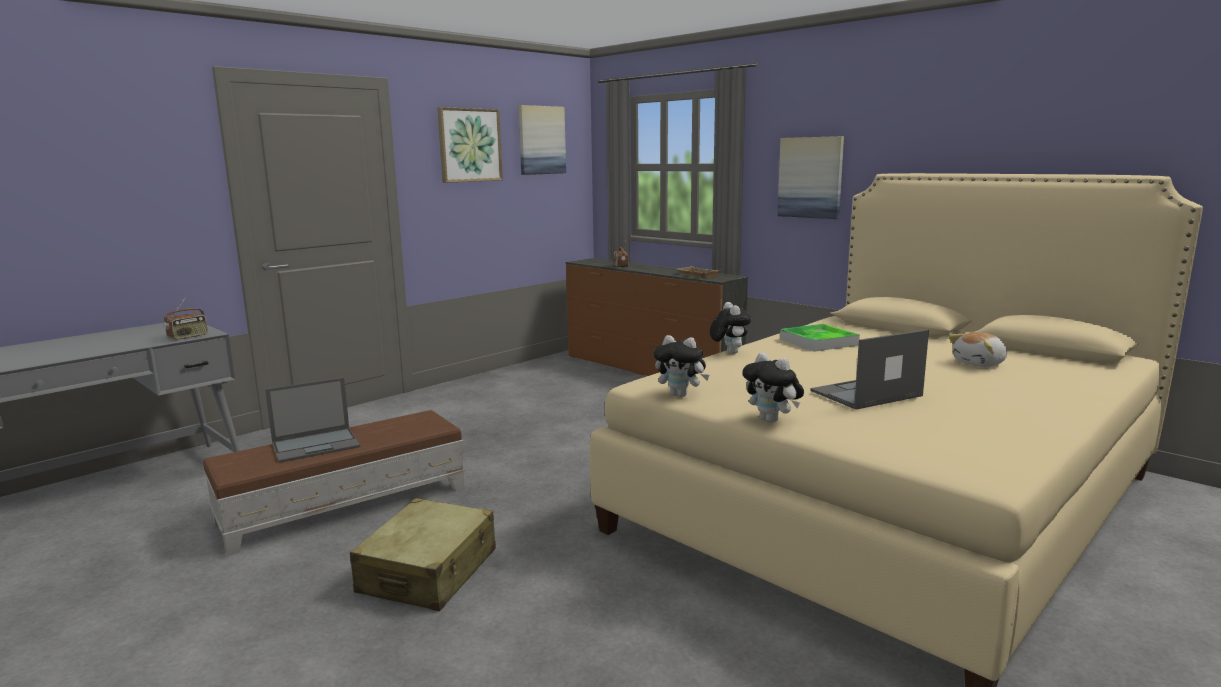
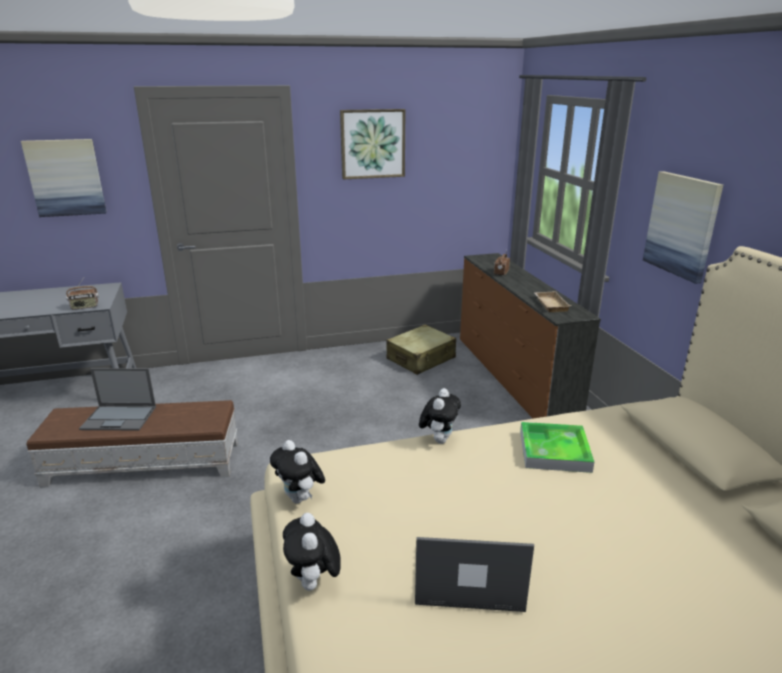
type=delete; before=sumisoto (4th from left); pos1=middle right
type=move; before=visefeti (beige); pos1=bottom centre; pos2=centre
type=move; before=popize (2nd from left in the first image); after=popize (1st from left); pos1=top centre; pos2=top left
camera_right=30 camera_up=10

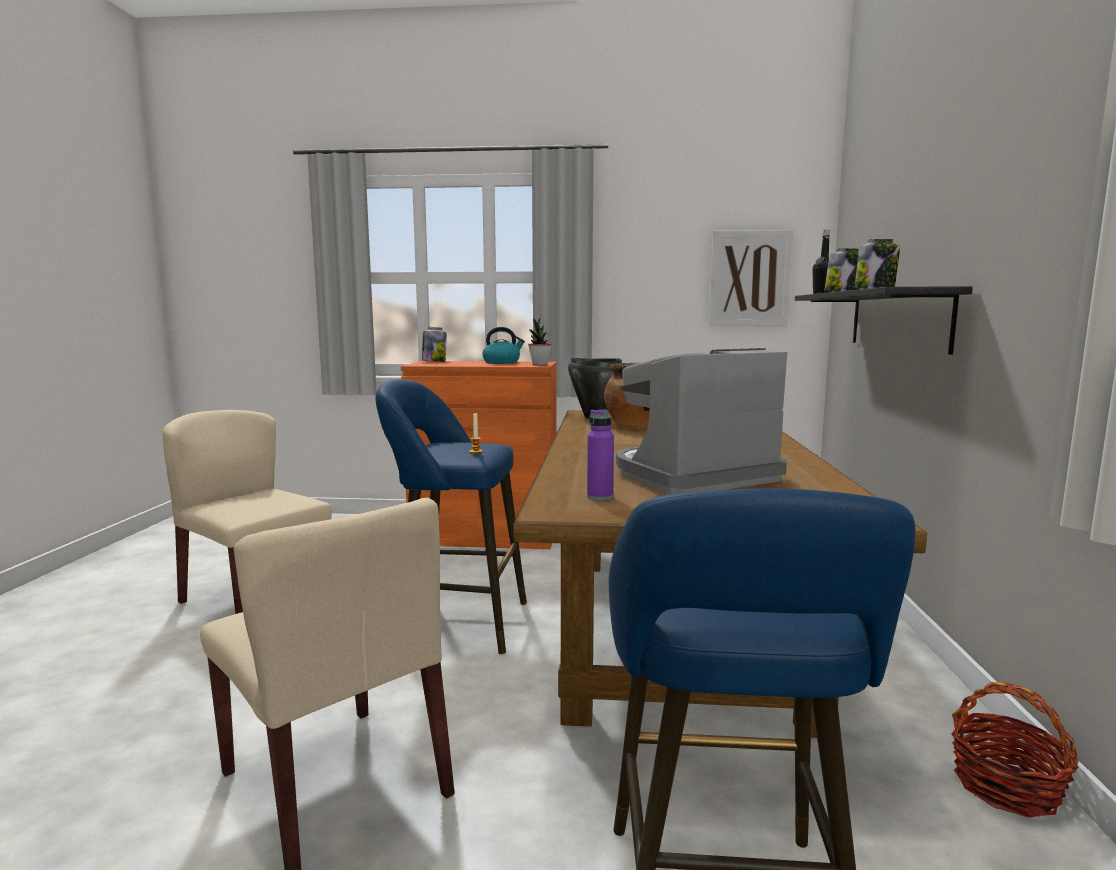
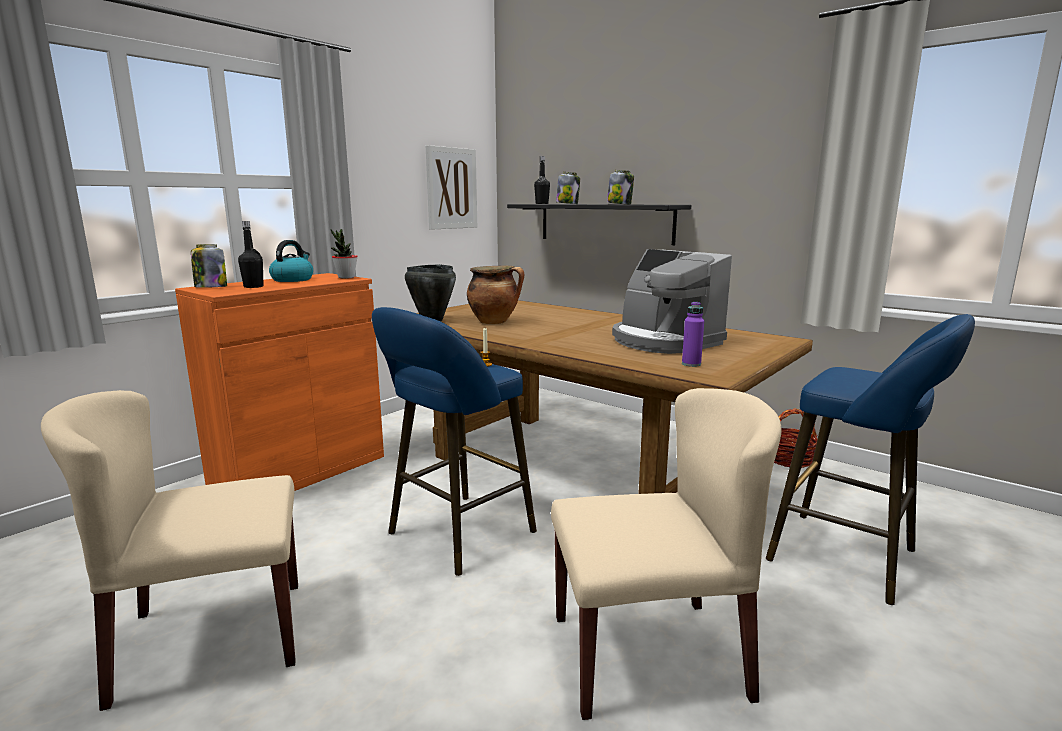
type=insert; after=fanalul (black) (1st from left); pos2=middle left
type=rotate; before=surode; pos1=centre; pos2=centre; turn=-45
camera_right=-55 camera_up=5

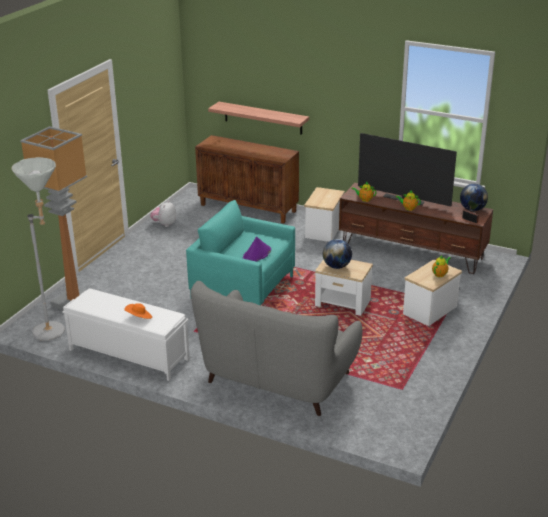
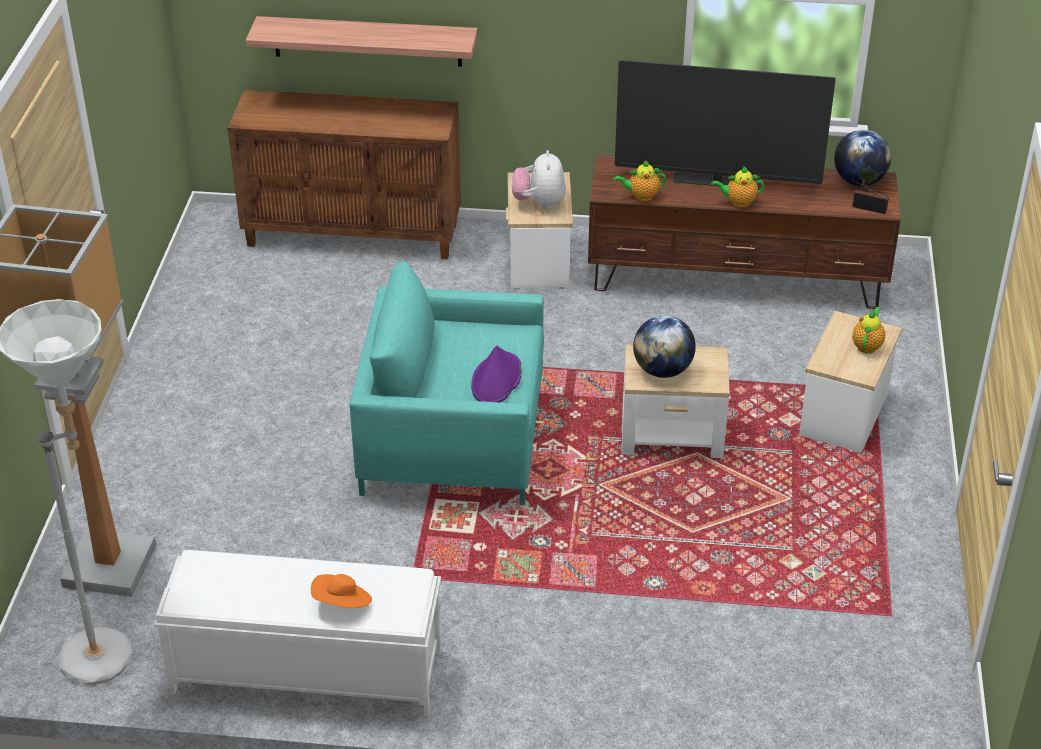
type=delete; before=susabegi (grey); pos1=bottom centre
type=move; before=sumisoto; pos1=middle left; pos2=top centre
camera_right=-20 camera_up=10

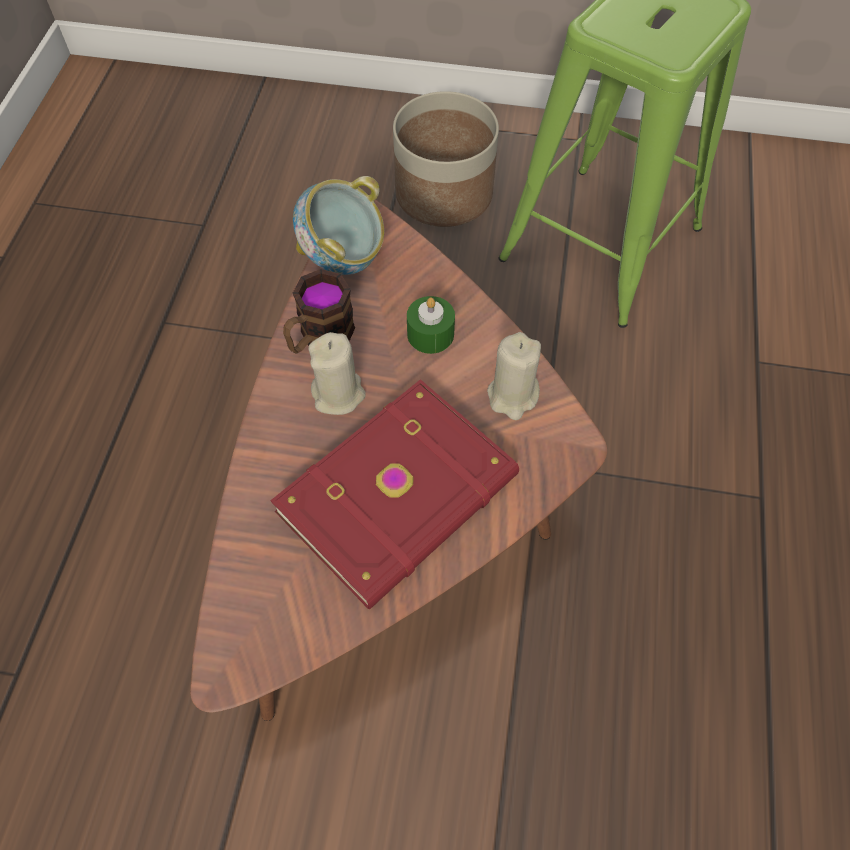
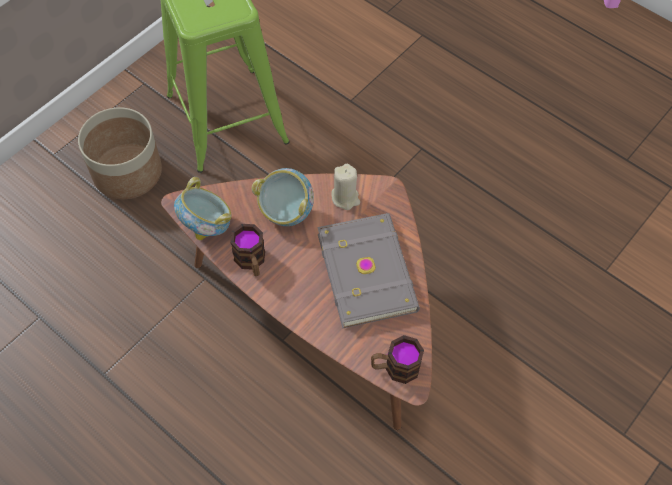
type=delete; before=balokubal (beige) (1st from left); pos1=centre
type=insert; after=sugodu (2nd from left); pos2=bottom centre
type=replace; before=balokubal (green); after=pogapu (2nd from left); pos1=centre; pos2=centre
type=recolor; before=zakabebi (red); after=zakabebi (grey); pos1=centre; pos2=centre
camera_right=-60 camera_up=0

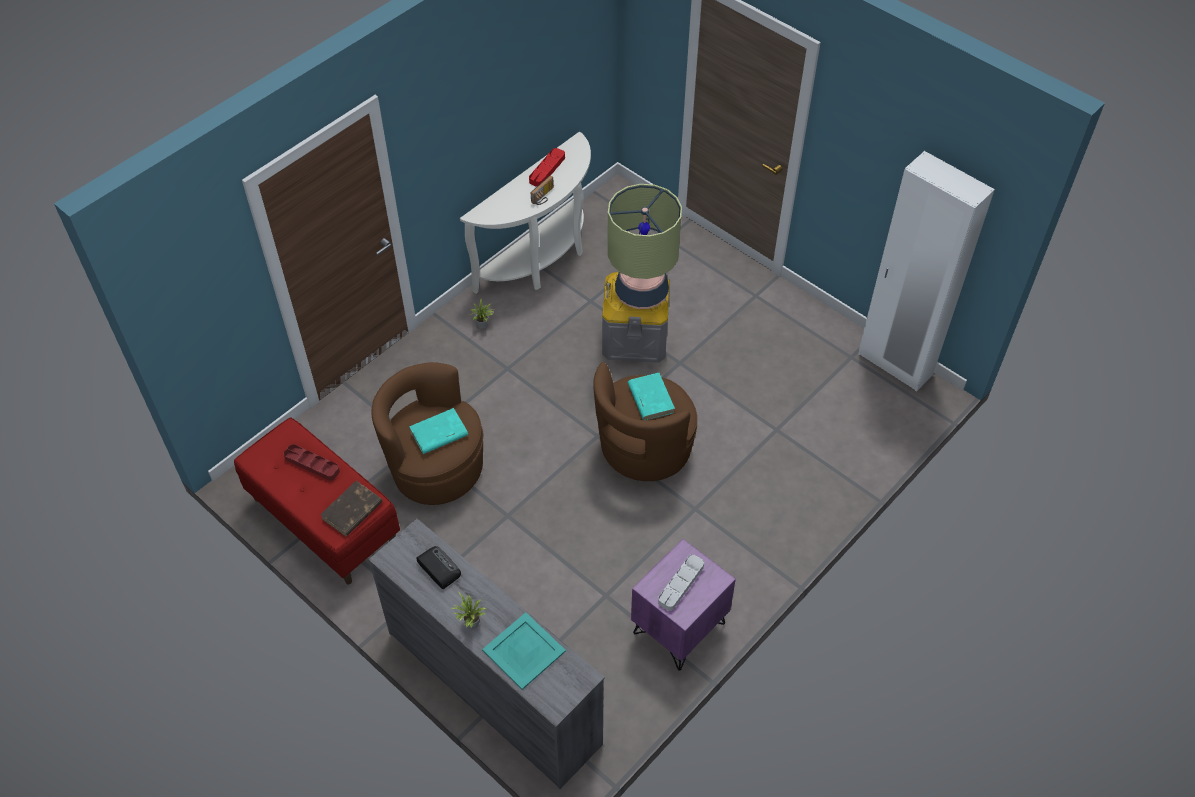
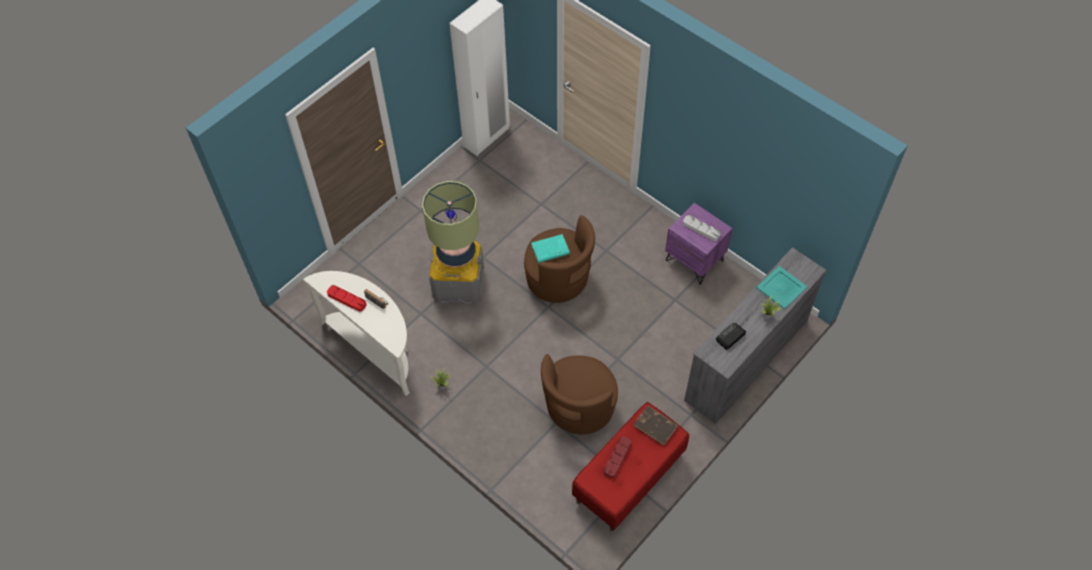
type=delete; before=zakabebi (turquoise) (1st from left); pos1=centre
camera_right=-90 camera_up=5

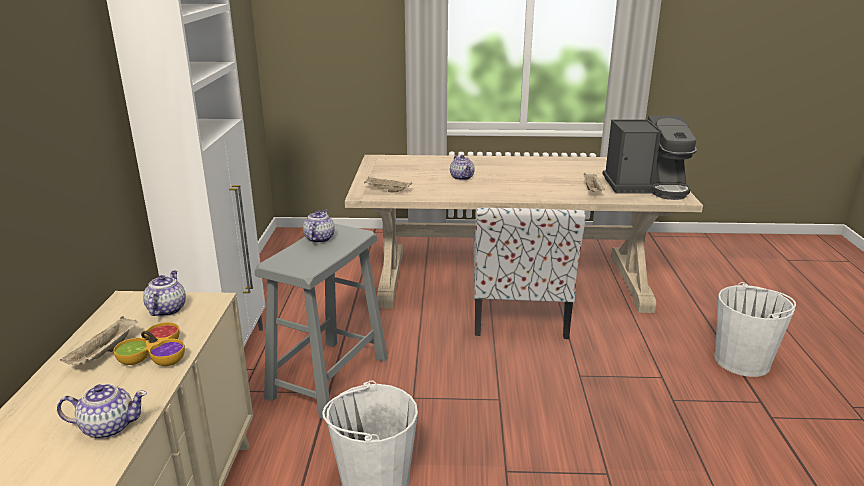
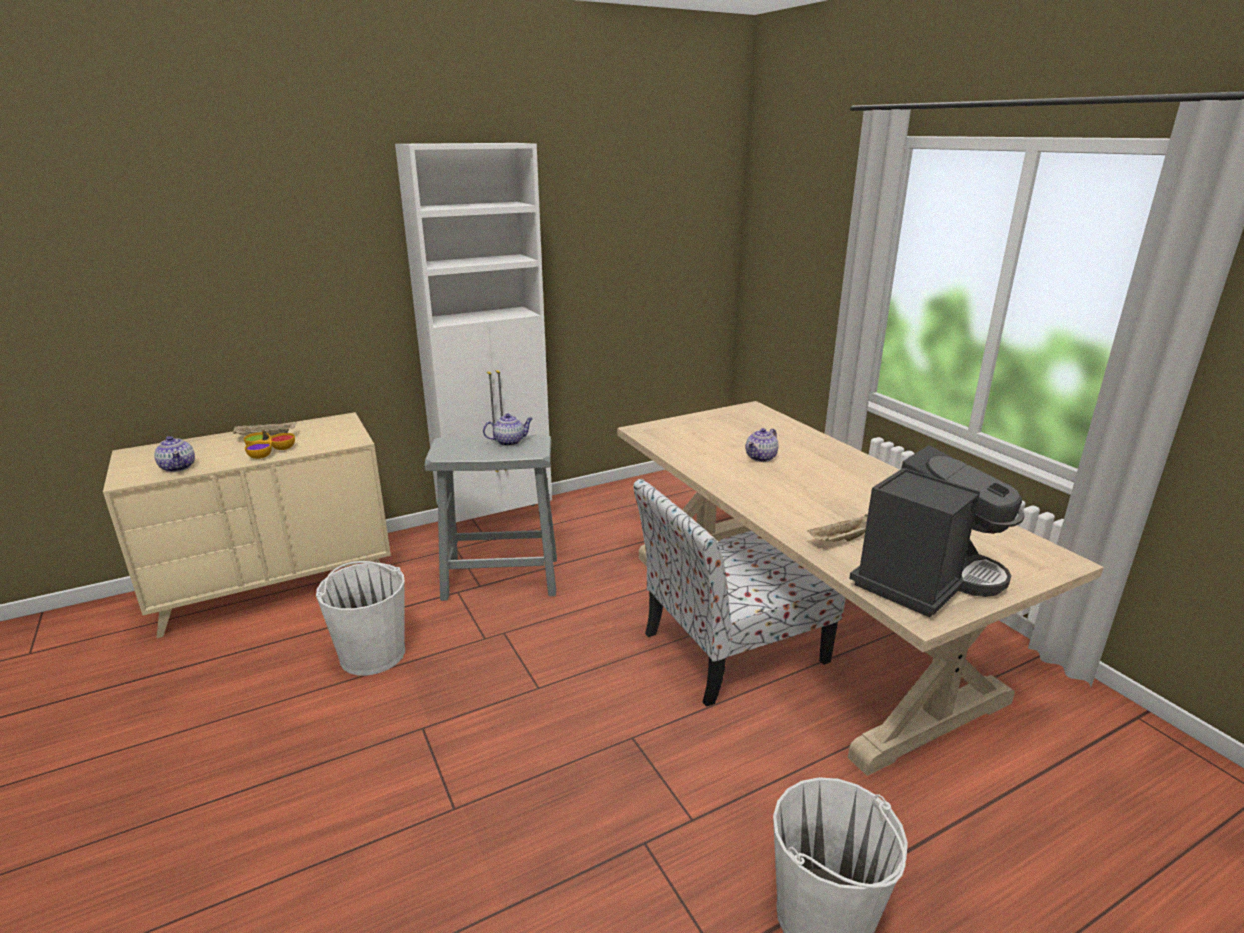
type=delete; before=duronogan (2nd from left); pos1=middle left
type=delete; before=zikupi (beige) (2nd from left); pos1=centre
type=rotate; before=surode; pos1=top right; pos2=middle right; turn=-105
camera_right=60 camera_up=0

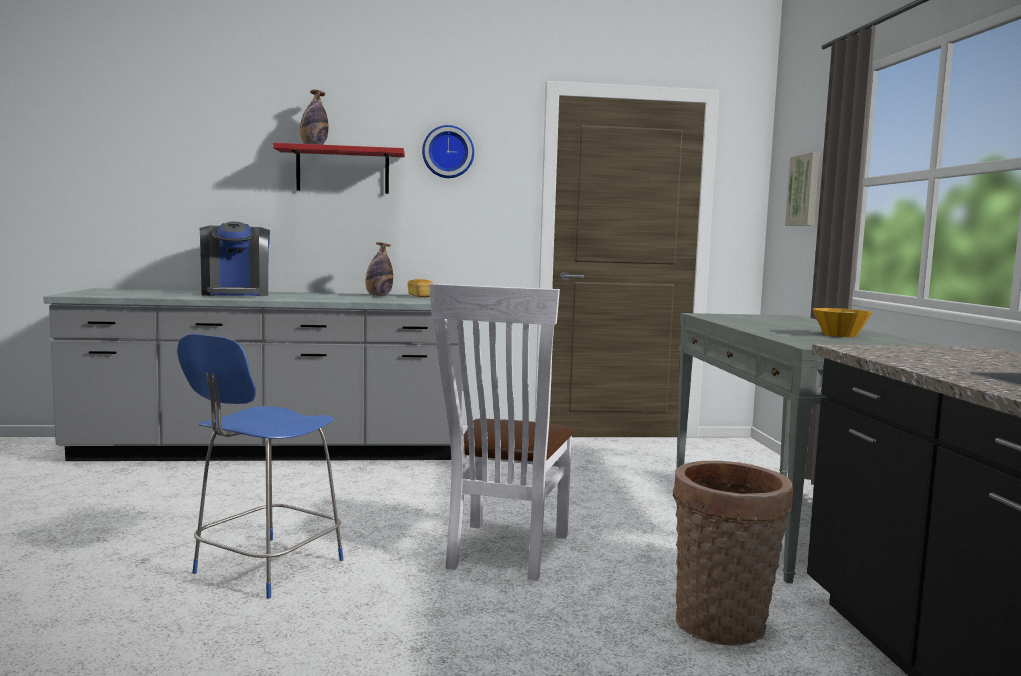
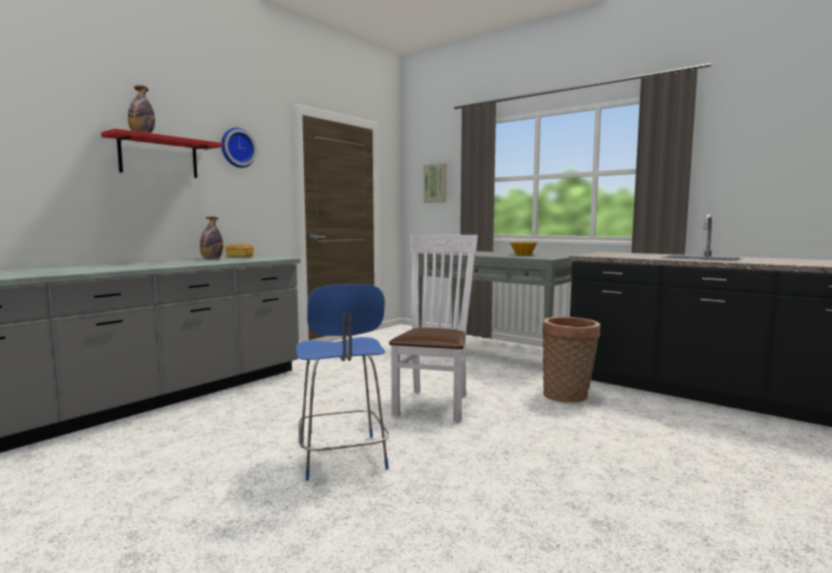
type=delete; before=surode; pos1=middle left
type=rotate; before=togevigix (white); pos1=centre; pos2=centre; turn=-135
camera_right=-45 camera_up=0

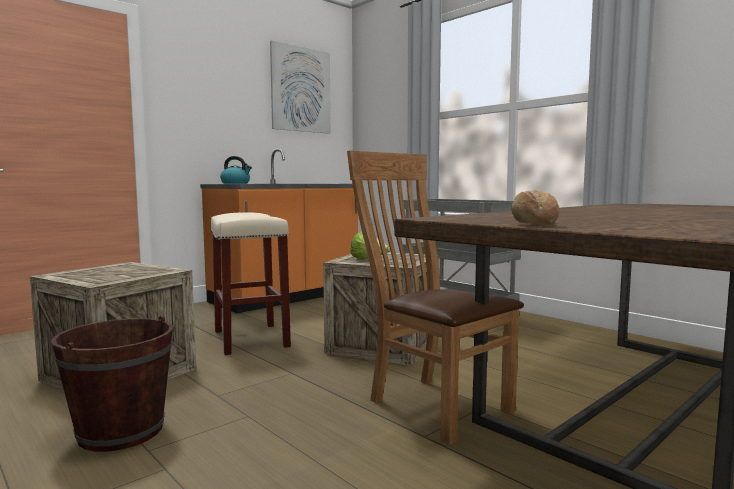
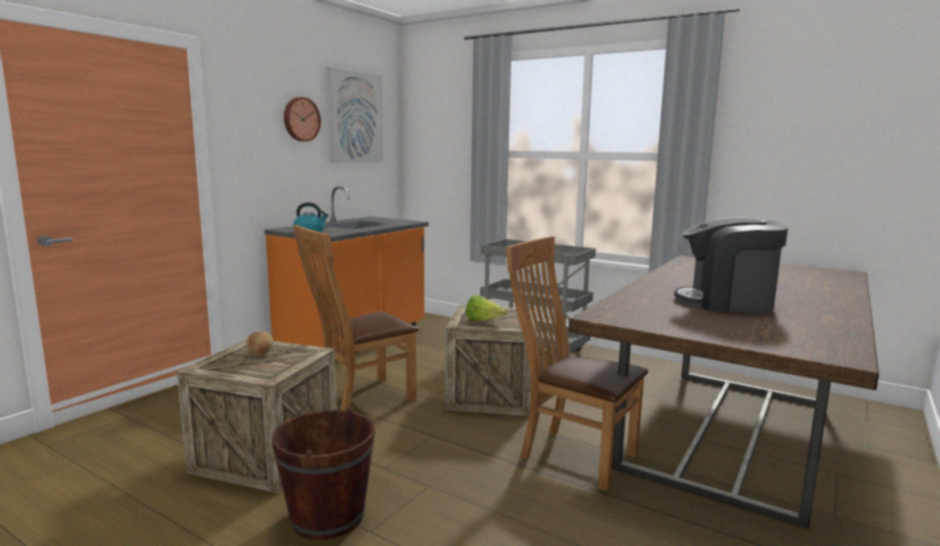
type=insert; after=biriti; pos2=top left
type=insert; after=surode; pos2=middle right
type=move; before=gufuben; pos1=middle right; pos2=middle left
type=replace; before=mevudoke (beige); after=togevigix (brown) (1st from left); pos1=centre; pos2=centre
camera_right=-15 camera_up=5

